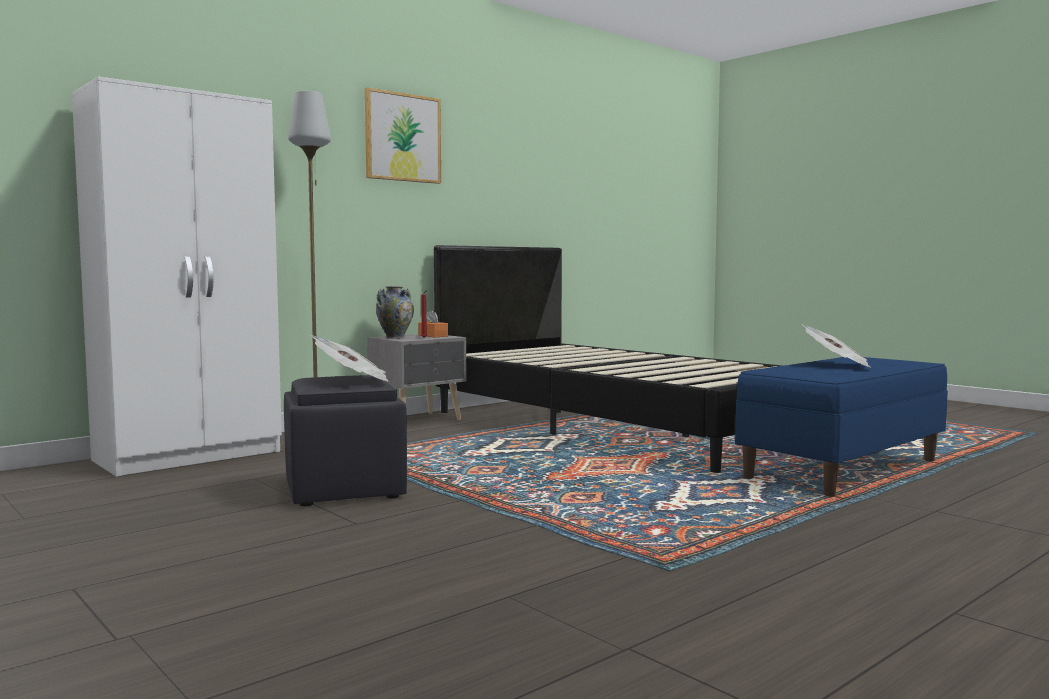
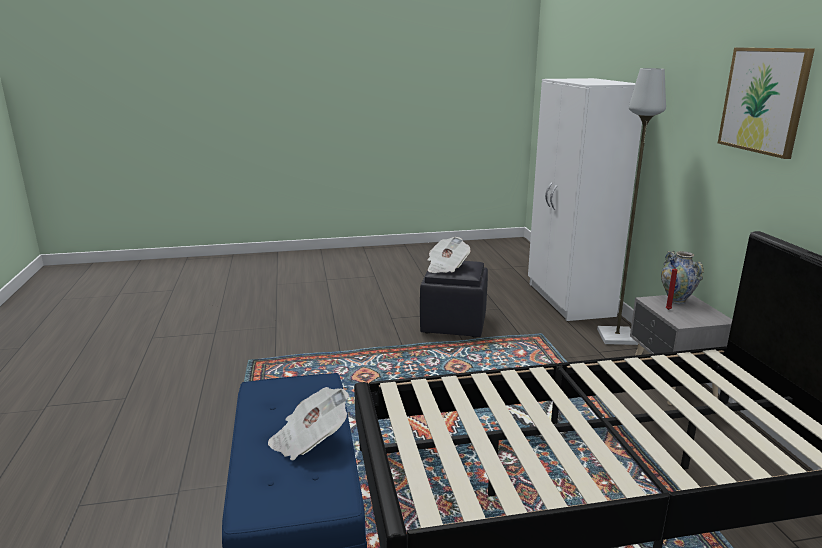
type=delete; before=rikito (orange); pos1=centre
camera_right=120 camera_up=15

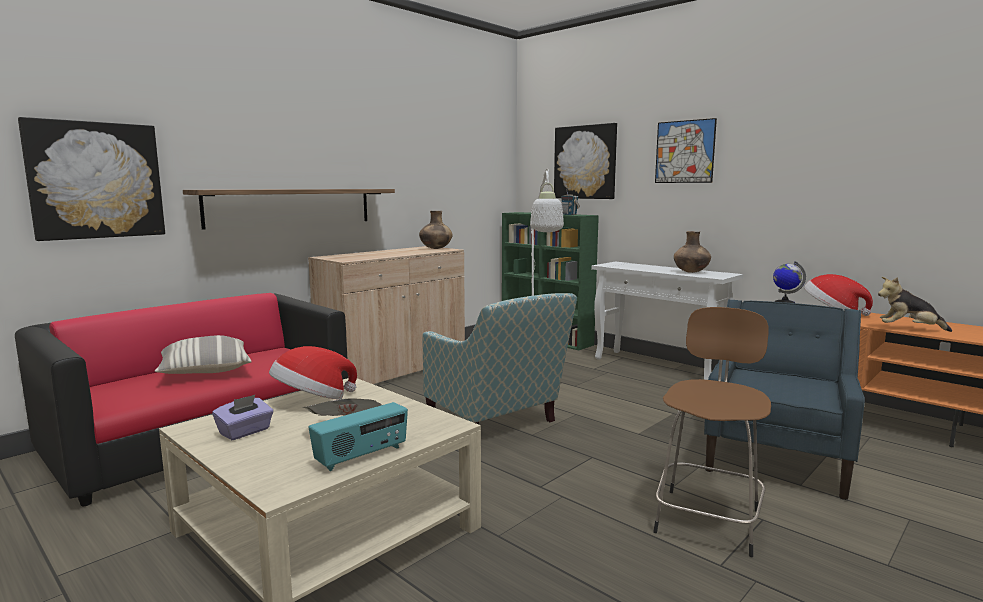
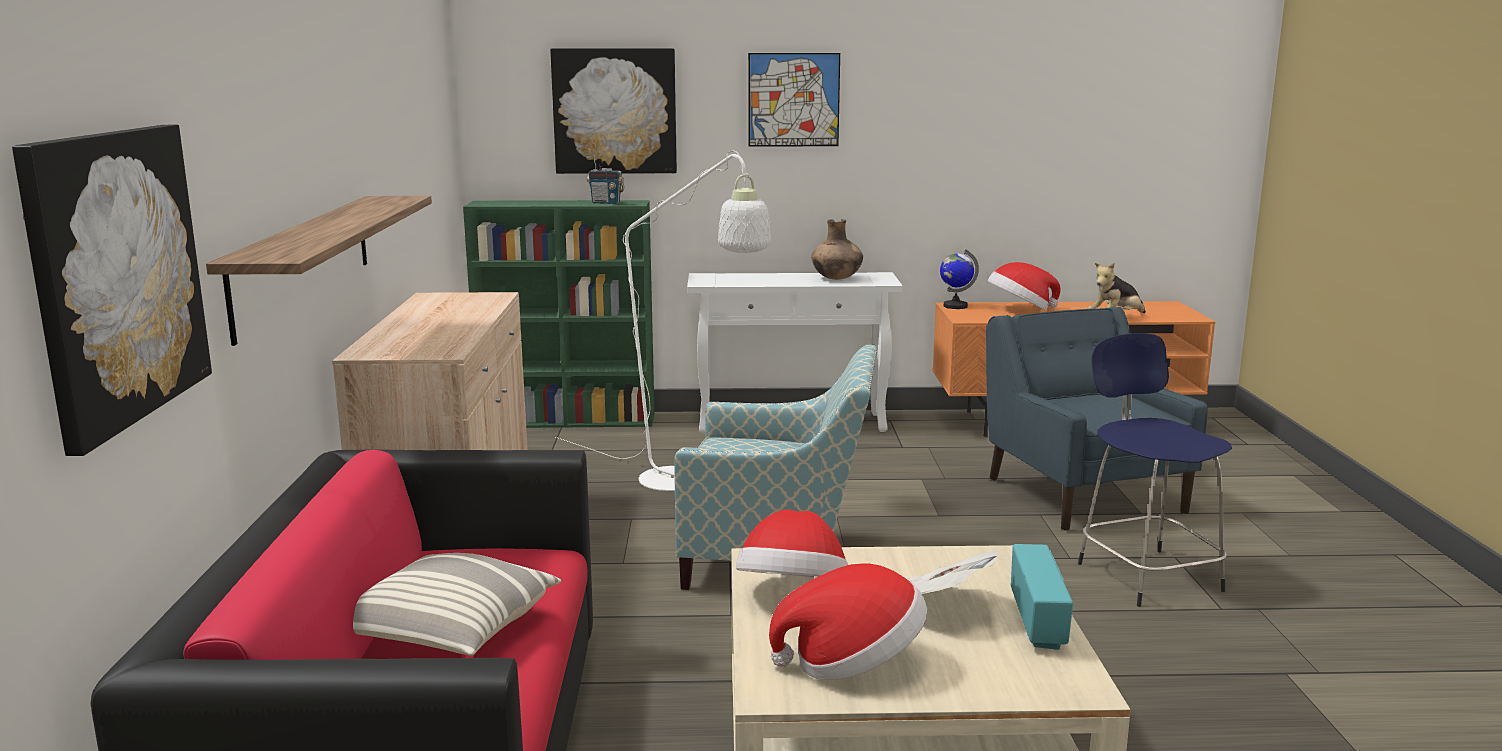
type=delete; before=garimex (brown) (1st from left); pos1=centre
type=replace; before=rikito (purple); after=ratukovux (2nd from left); pos1=bottom left; pos2=bottom centre
type=recolor; before=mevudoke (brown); after=mevudoke (blue); pos1=bottom right; pos2=middle right
camera_right=-45 camera_up=5

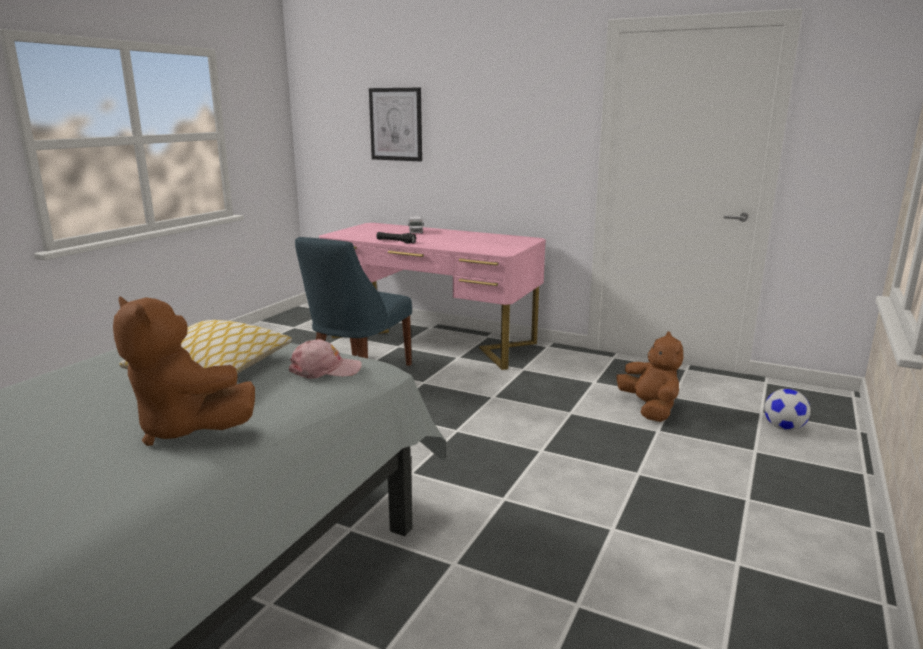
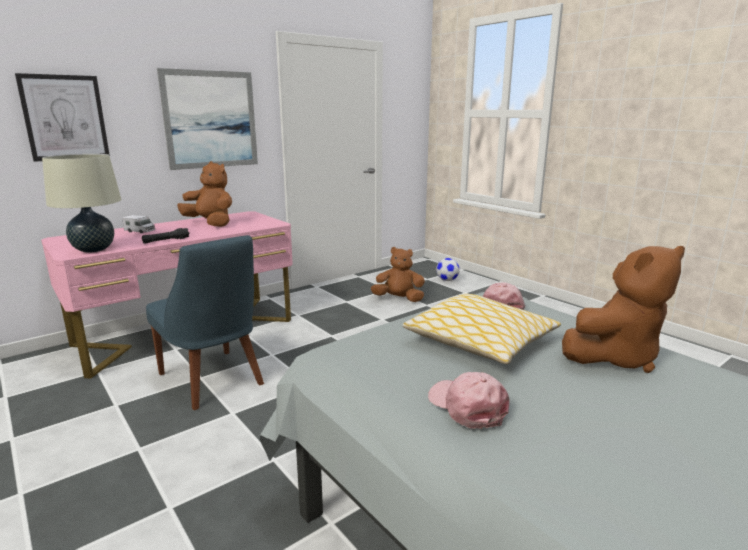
type=insert; after=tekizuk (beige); pos2=middle left
type=insert; after=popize (2nd from left); pos2=top left
type=insert; after=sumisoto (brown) (1st from left); pos2=middle left
type=insert; after=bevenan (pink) (1st from left); pos2=bottom centre
camera_right=-65 camera_up=0

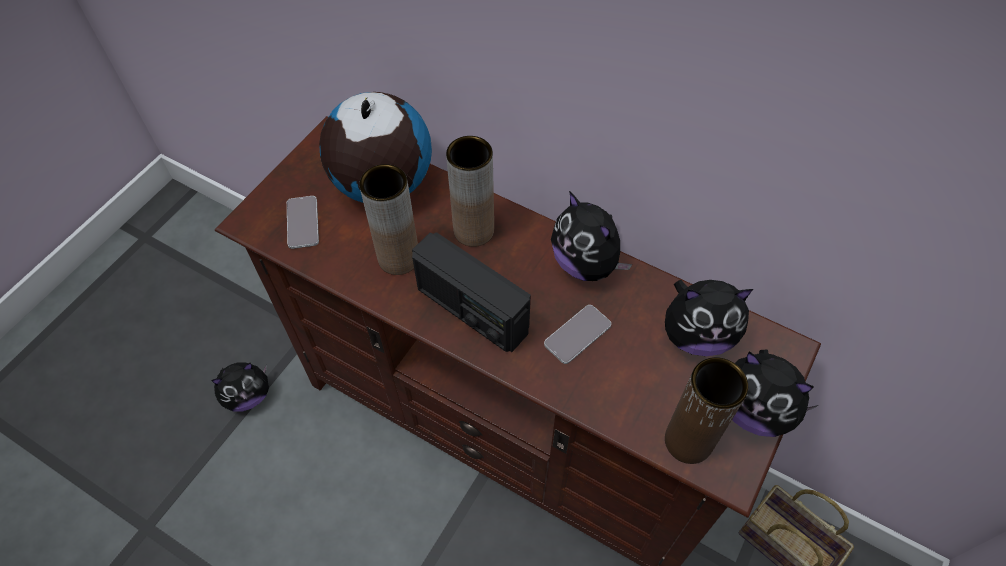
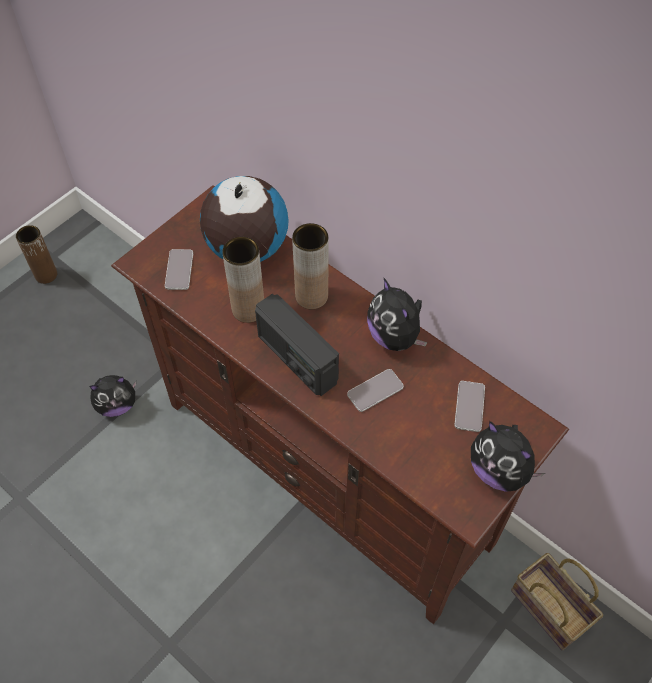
type=move; before=garimex (brown) (3rd from left in the first image); after=garimex (brown) (1st from left); pos1=bottom right; pos2=middle left
type=replace; before=sumisoto (3rd from left); after=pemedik (3rd from left); pos1=middle right; pos2=middle right
camera_right=10 camera_up=0

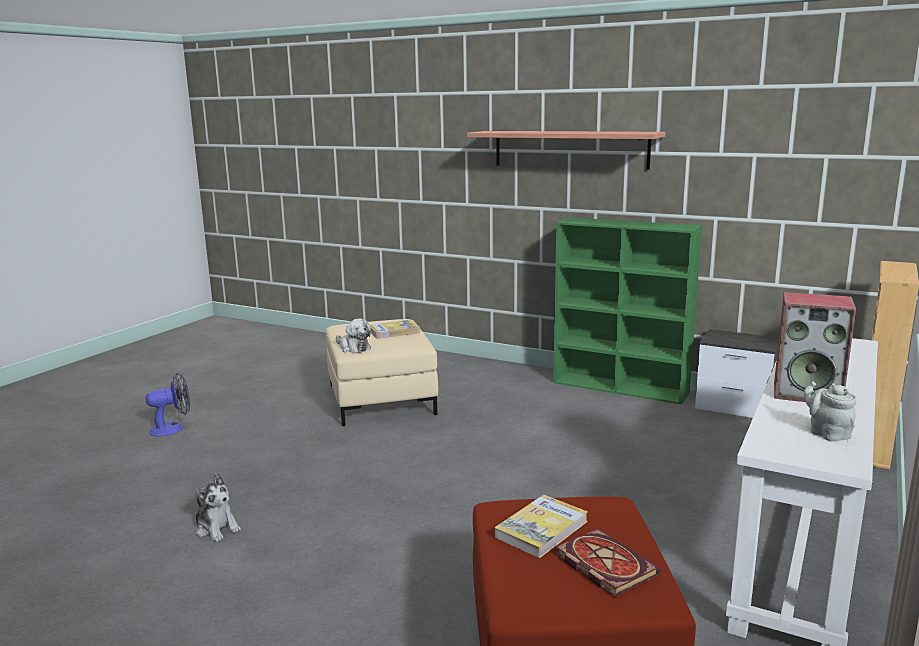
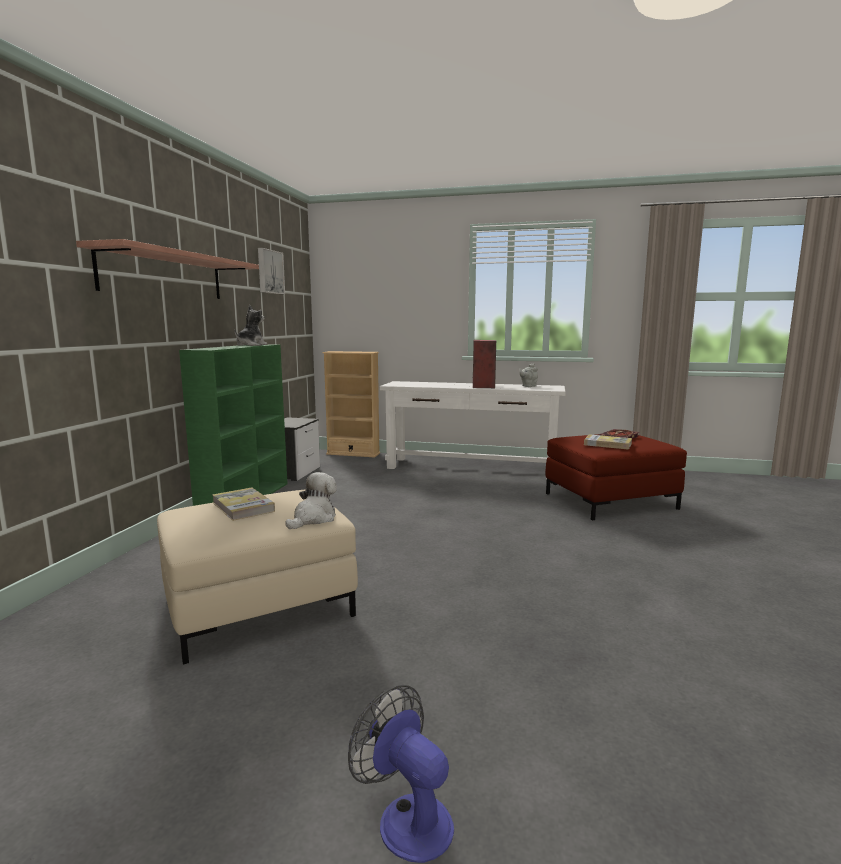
type=insert; after=popize; pos2=top left
type=move; before=sumisoto (1st from left); pos1=bottom left; pos2=middle left
camera_right=-105 camera_up=-5

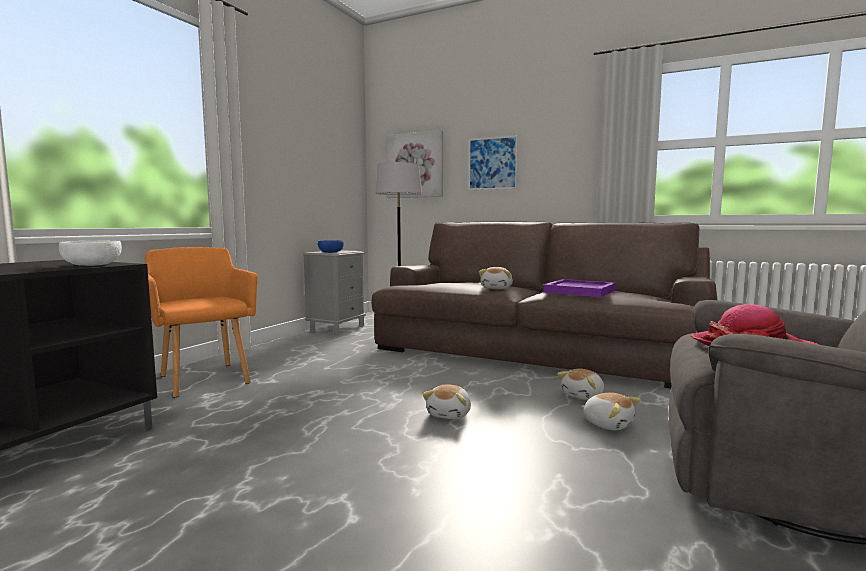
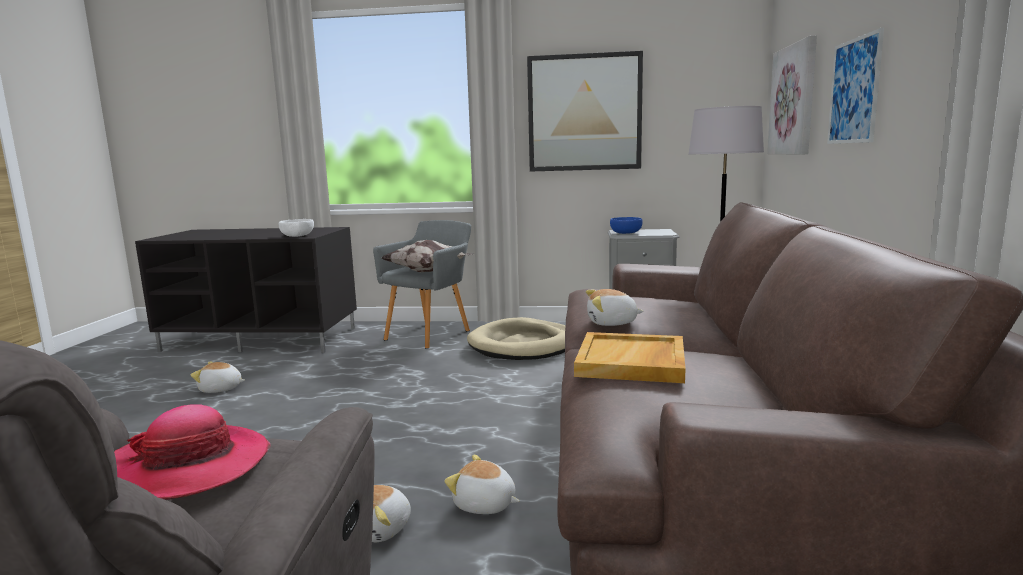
type=insert; after=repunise; pos2=centre
type=insert; after=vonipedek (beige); pos2=centre
type=insert; after=popize (1st from left); pos2=top centre
type=move; before=sumisoto (1st from left); pos1=bottom centre; pos2=middle left
type=recolor; before=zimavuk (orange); after=zimavuk (grey) (2nd from left); pos1=middle left; pos2=centre
type=recolor; before=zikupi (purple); after=zikupi (beige); pos1=middle right; pos2=centre
camera_right=70 camera_up=5

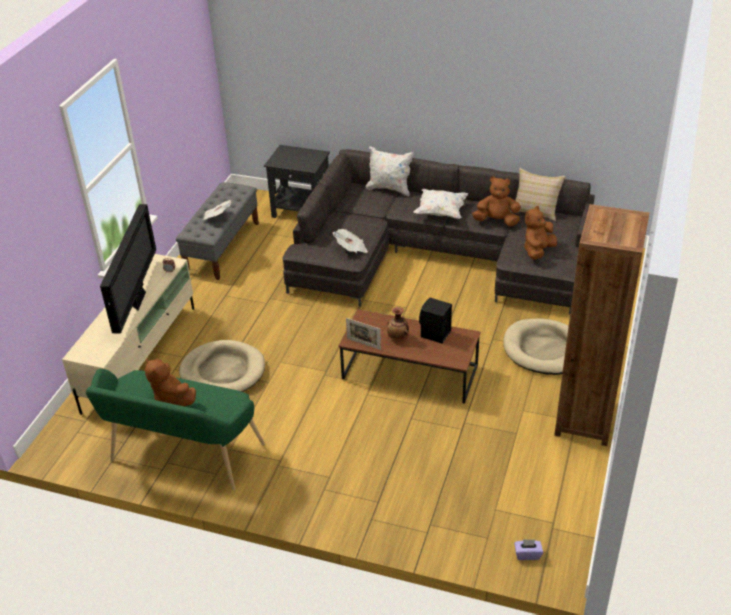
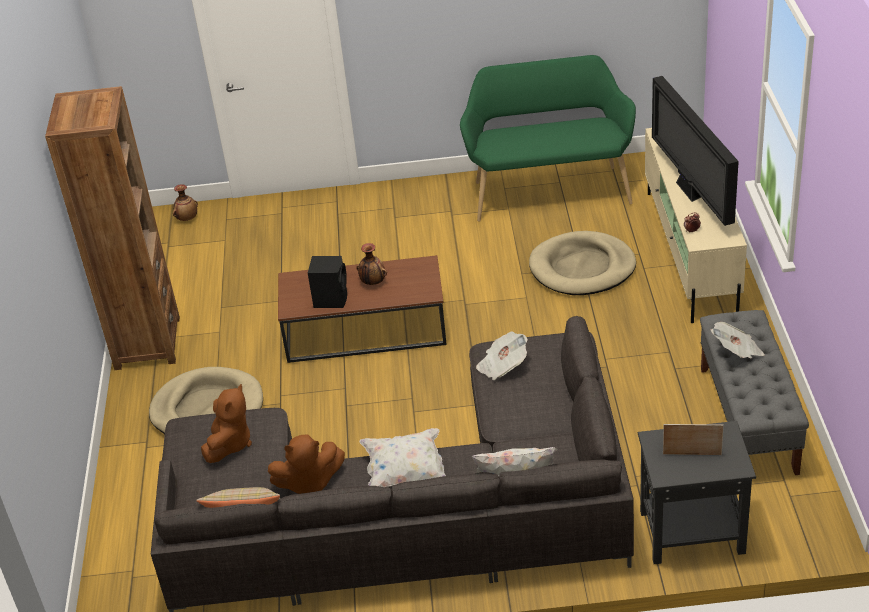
type=delete; before=sumisoto (brown) (1st from left); pos1=middle left
type=move; before=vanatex; pos1=centre; pos2=bottom right
type=replace; before=rikito (purple); after=garimex (1st from left); pos1=bottom right; pos2=top left
camera_right=160 camera_up=0

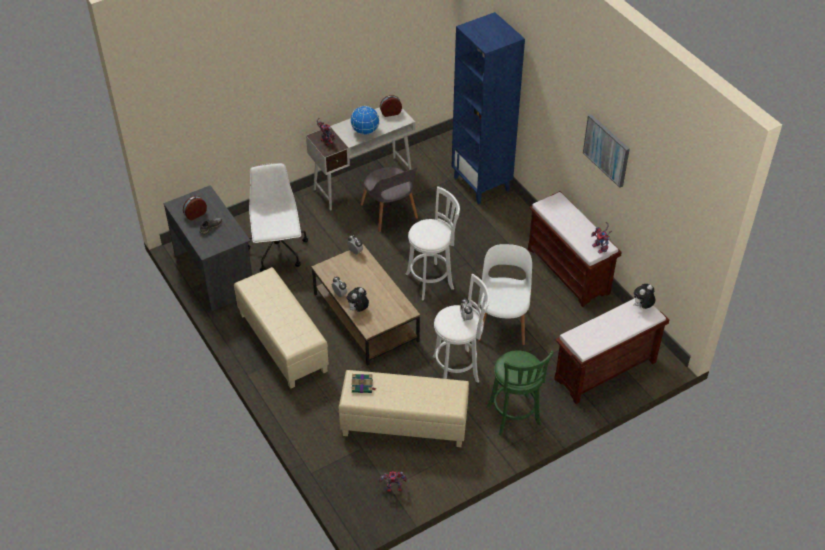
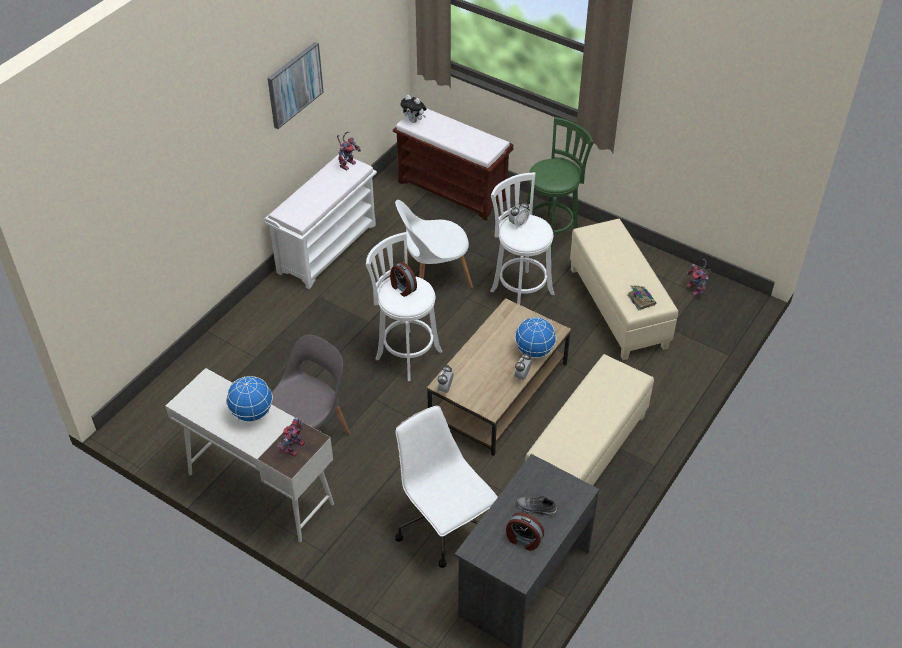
type=delete; before=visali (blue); pos1=top centre
type=move; before=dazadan (4th from left in the first image); after=dazadan (1st from left); pos1=top centre; pos2=centre
type=replace; before=sumisoto (1st from left); after=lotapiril (2nd from left); pos1=centre; pos2=centre
type=recolor; before=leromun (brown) (1st from left); after=leromun (white); pos1=middle right; pos2=centre
type=rotate; before=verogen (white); pos1=centre; pos2=bottom centre; turn=90
camera_right=-115 camera_up=0

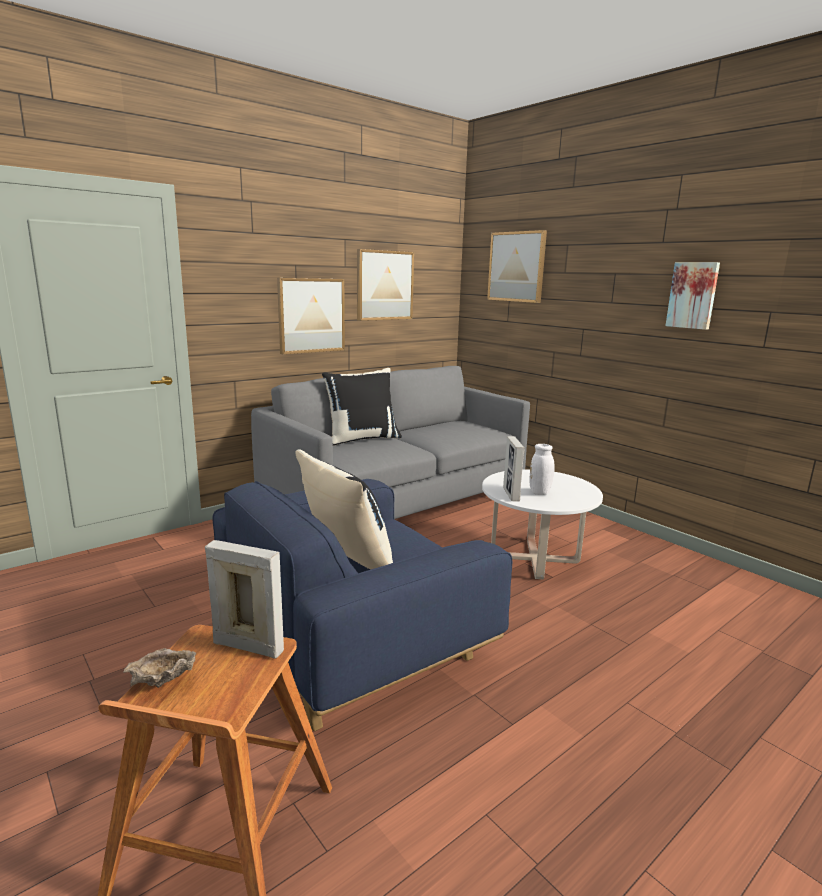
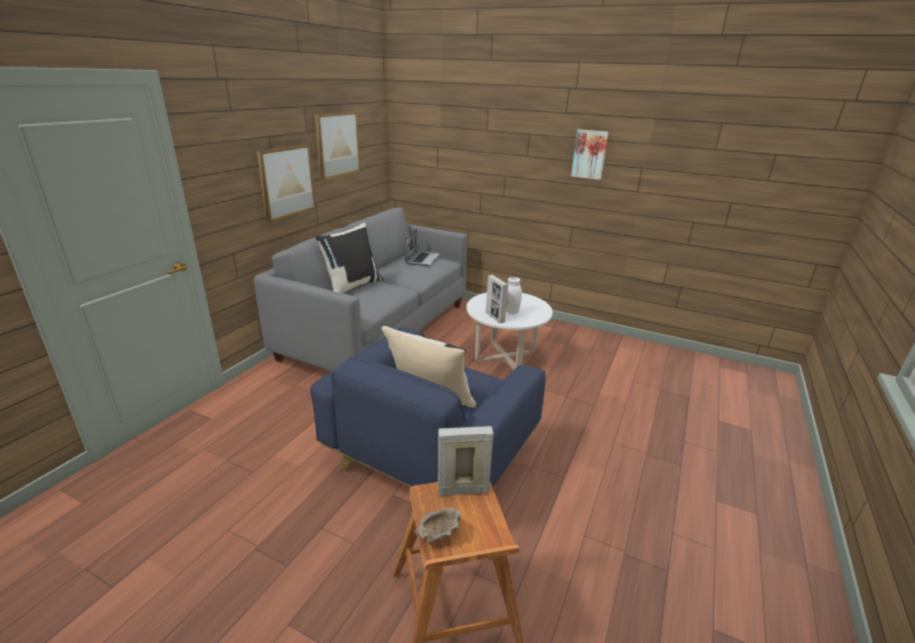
type=delete; before=popize (3rd from left); pos1=top centre
type=insert; after=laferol; pos2=centre
camera_right=-25 camera_up=10

